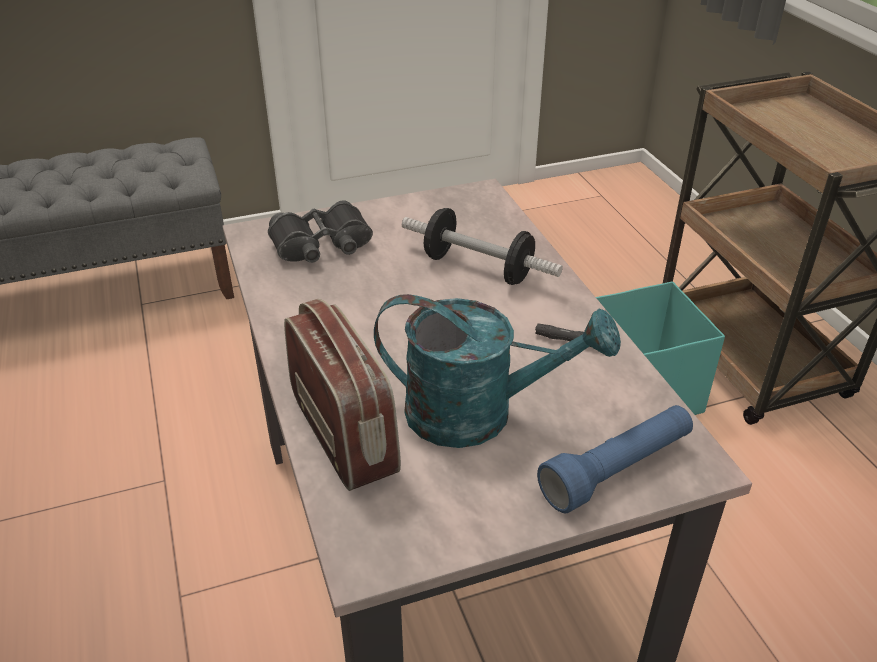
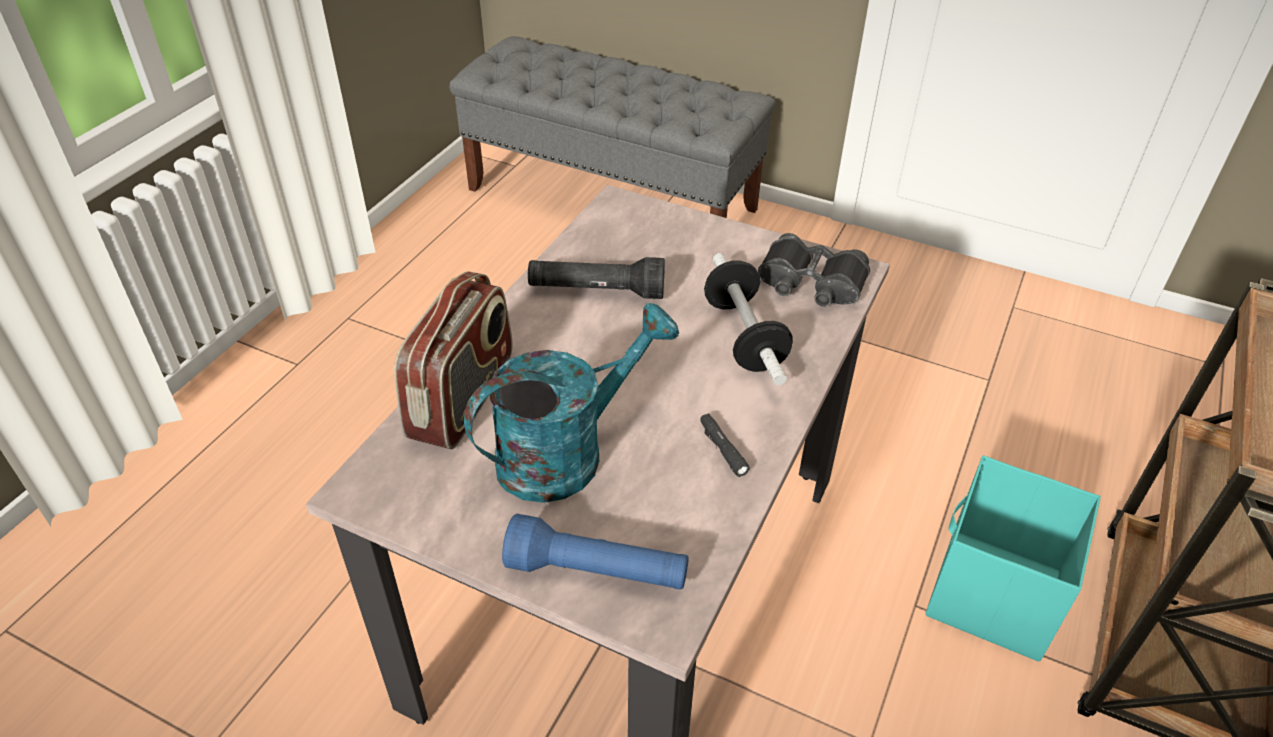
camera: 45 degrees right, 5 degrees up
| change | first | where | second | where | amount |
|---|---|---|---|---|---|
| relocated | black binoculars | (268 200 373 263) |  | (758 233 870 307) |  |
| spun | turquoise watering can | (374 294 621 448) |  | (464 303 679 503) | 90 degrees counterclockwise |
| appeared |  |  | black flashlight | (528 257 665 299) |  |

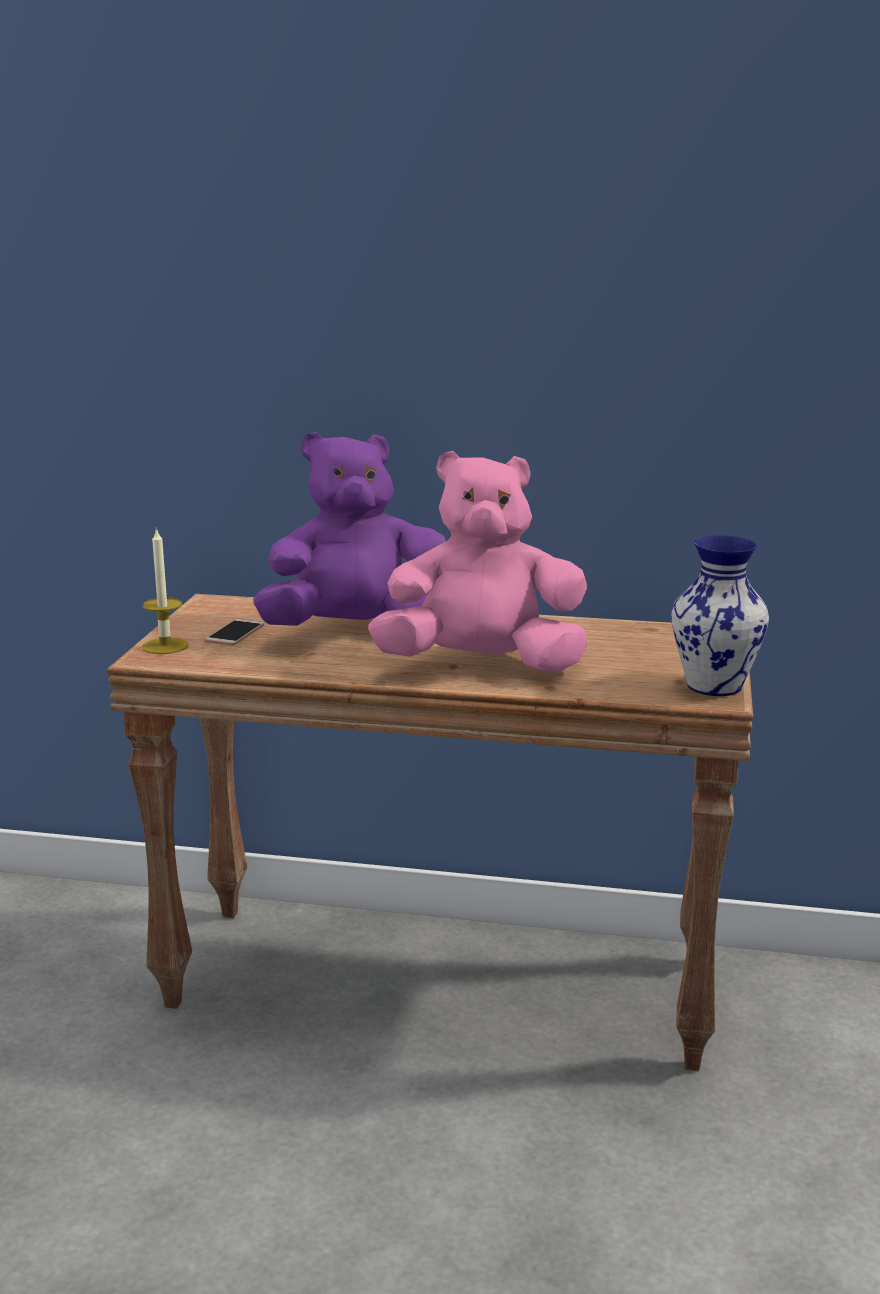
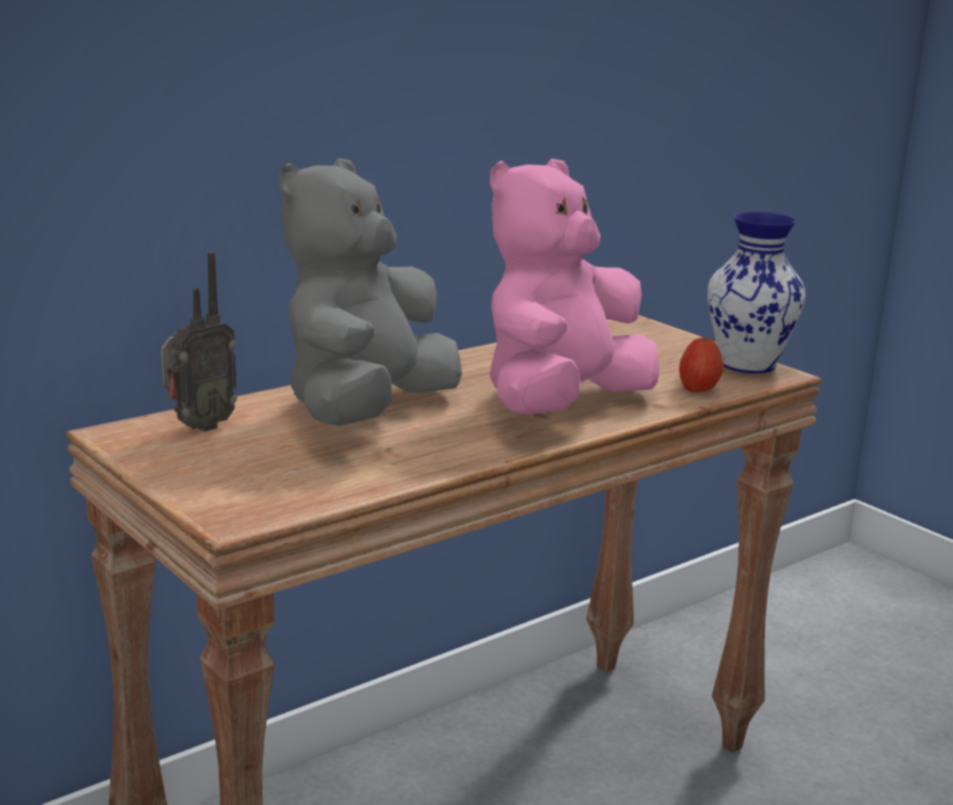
camera: 50 degrees left, 0 degrees up
| change | first | where | second | where | amount |
|---|---|---|---|---|---|
| colour | purple plush toy | (253 432 446 626) | grey plush toy | (279 158 462 426) |  |
| missing | candle | (143 527 188 654) |  |  |  |
| missing | phone | (205 619 264 646) |  |  |  |
| appeared |  |  | radio | (161 252 237 432) |  |
| appeared |  |  | apple | (679 336 723 392) |  |

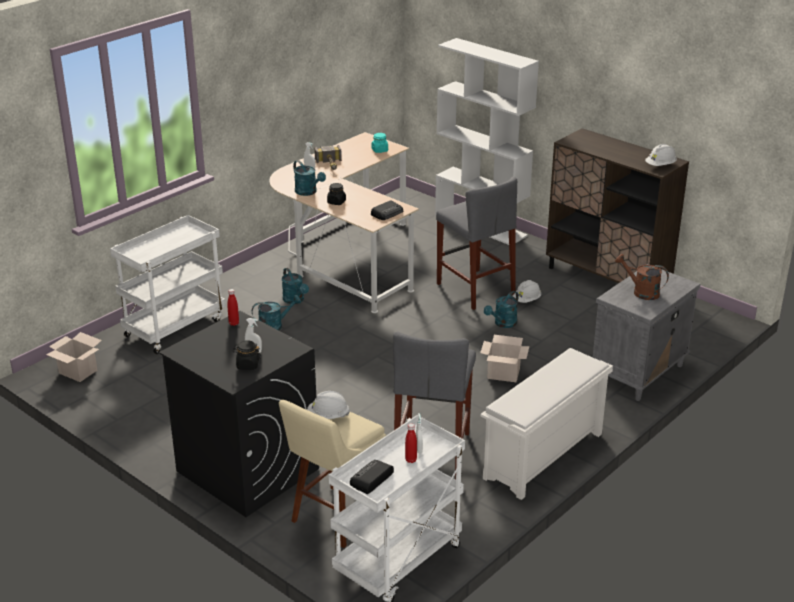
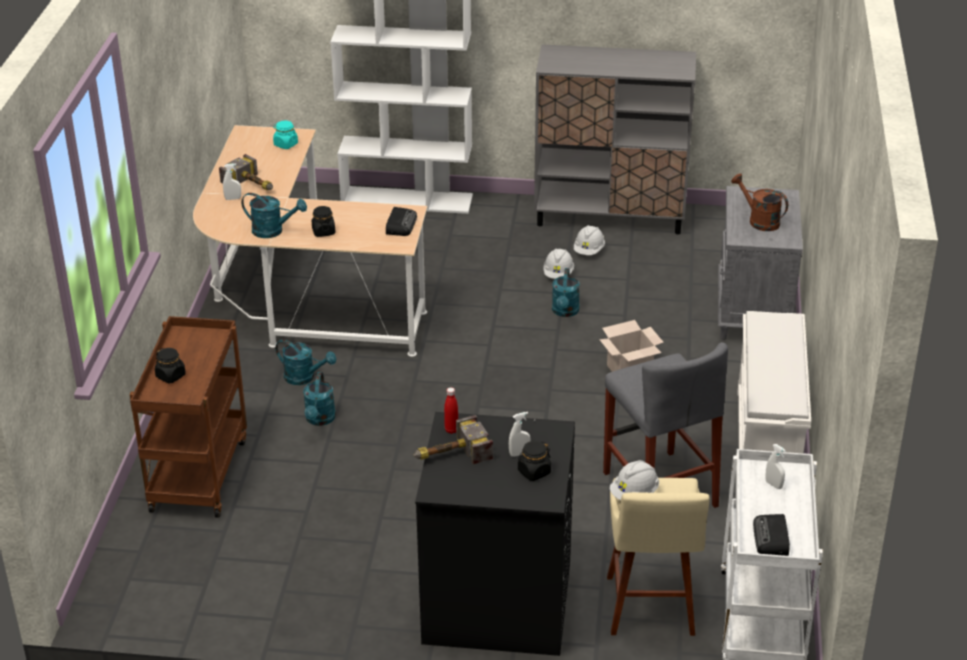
camera: 35 degrees left, 5 degrees up
| change | first | where | second | where | amount |
|---|---|---|---|---|---|
| colour | brown cabinet | (546 128 689 283) | grey cabinet | (534 45 696 234) |  |
| relocated | white hard hat | (645 144 677 166) |  | (574 225 605 255) |  |
| missing | grey stool | (436 176 517 310) |  |  |  |
| colour | white cart | (110 215 226 354) | brown cart | (130 316 247 518) |  |
| spun | brown watering can | (615 254 669 300) |  | (731 174 788 231) | 45 degrees clockwise |
| spun | turquoise watering can | (252 295 301 330) |  | (303 372 336 426) | 150 degrees clockwise |
| missing | cardboard box | (46 332 102 382) |  |  |  |
| missing | red bottle | (405 423 417 463) |  |  |  |
| appeared |  |  | black jar | (155 348 186 383) |  |
| appeared |  |  | hammer | (413 415 493 464) |  |

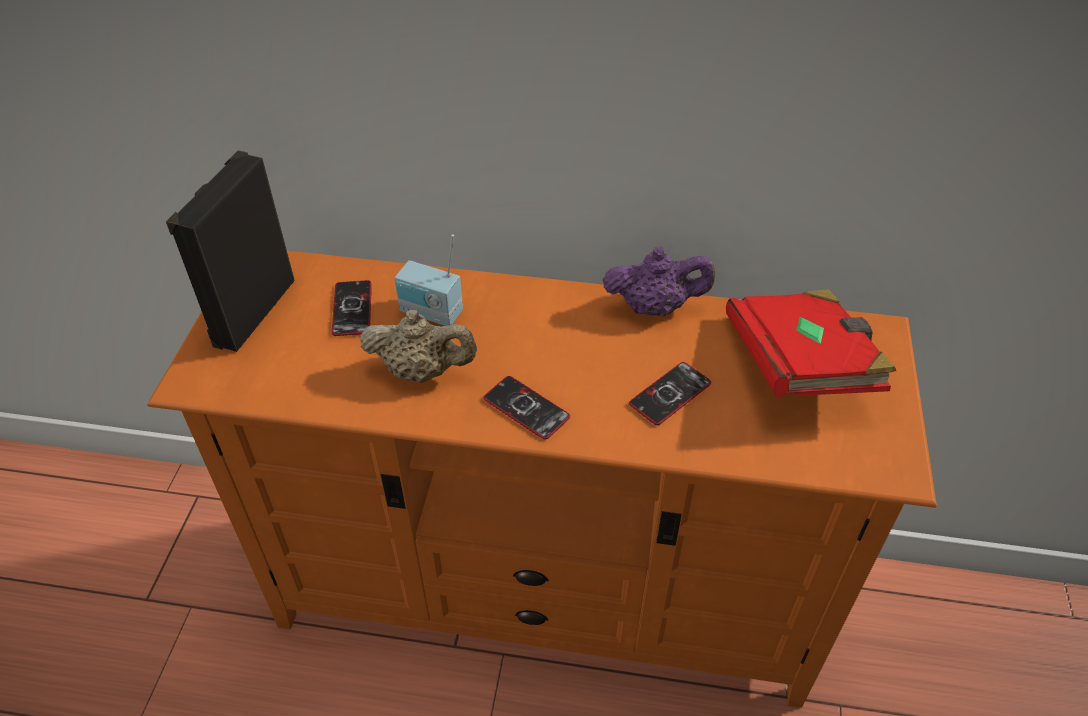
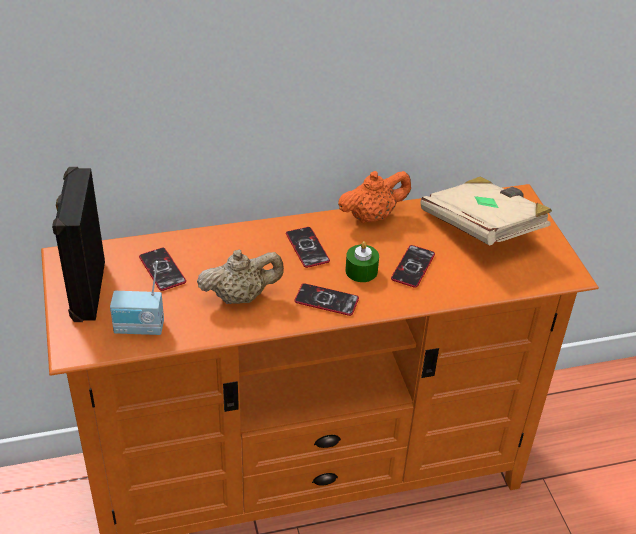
camera: 25 degrees left, 5 degrees down
| change | first | where | second | where | amount |
|---|---|---|---|---|---|
| relocated | radio | (394 234 463 326) |  | (110 261 164 335) |  |
| colour | purple teapot | (603 247 715 316) | orange teapot | (338 171 411 223) |  |
| colour | red book | (726 289 896 397) | beige book | (420 177 552 246) |  |
| appeared |  |  | phone | (286 227 330 268) |  |
| appeared |  |  | green candle | (345 241 379 282) |  |

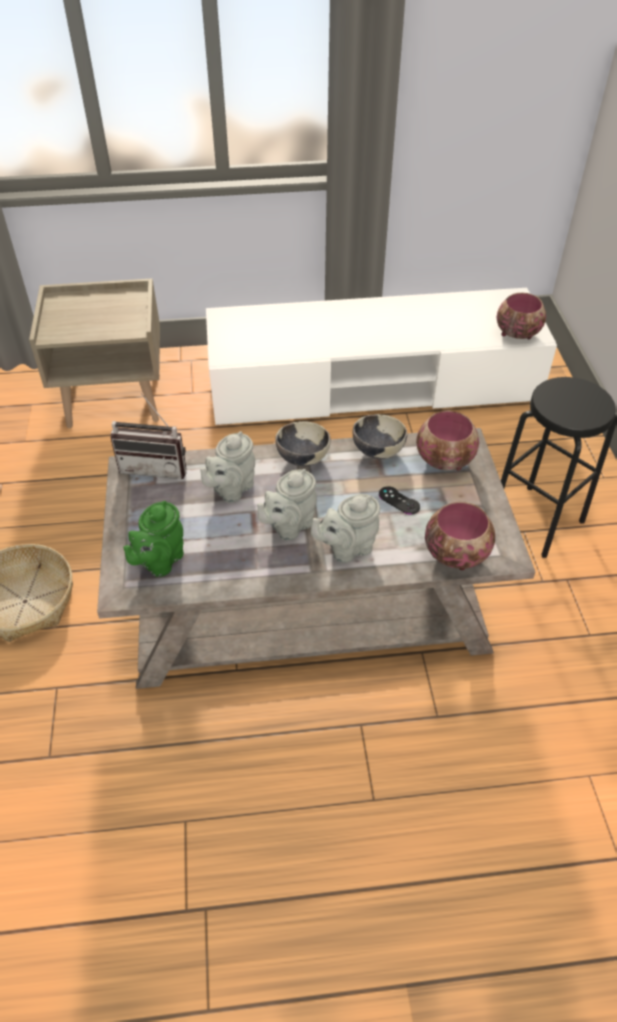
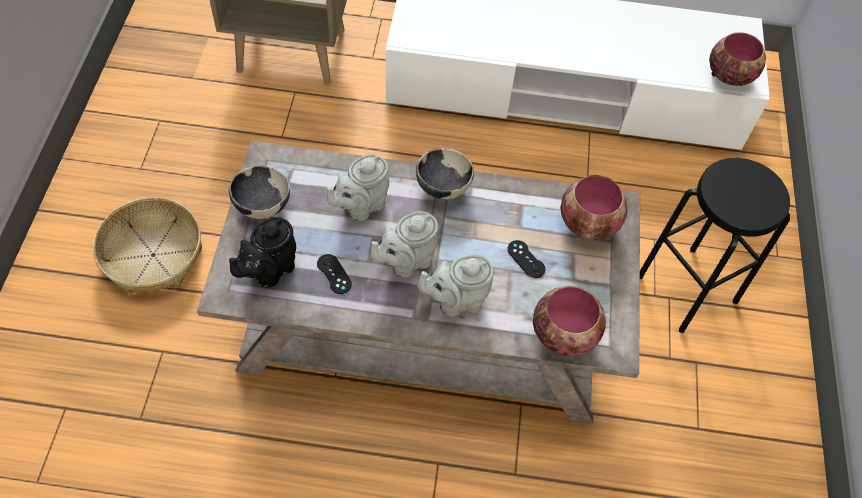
camera: 10 degrees right, 10 degrees up
| change | first | where | second | where | amount |
|---|---|---|---|---|---|
| missing | radio | (110 393 186 479) |  |  |  |
| relocated | bowl | (353 414 407 459) |  | (229 165 290 219) |  |
| colour | green teapot | (123 501 184 577) | black teapot | (229 217 296 288) |  |
| appeared |  |  | black game controller | (317 254 352 294) |  |

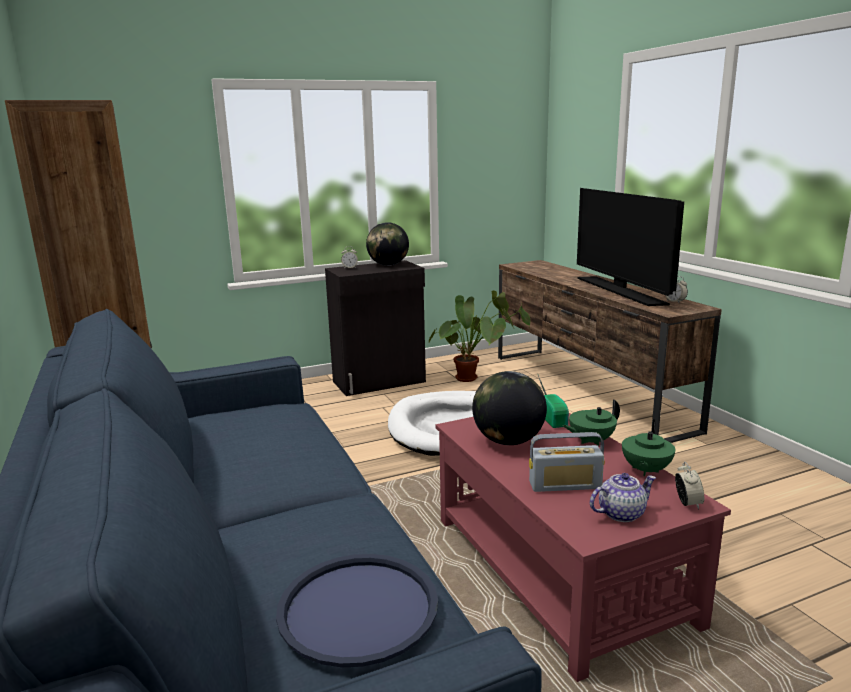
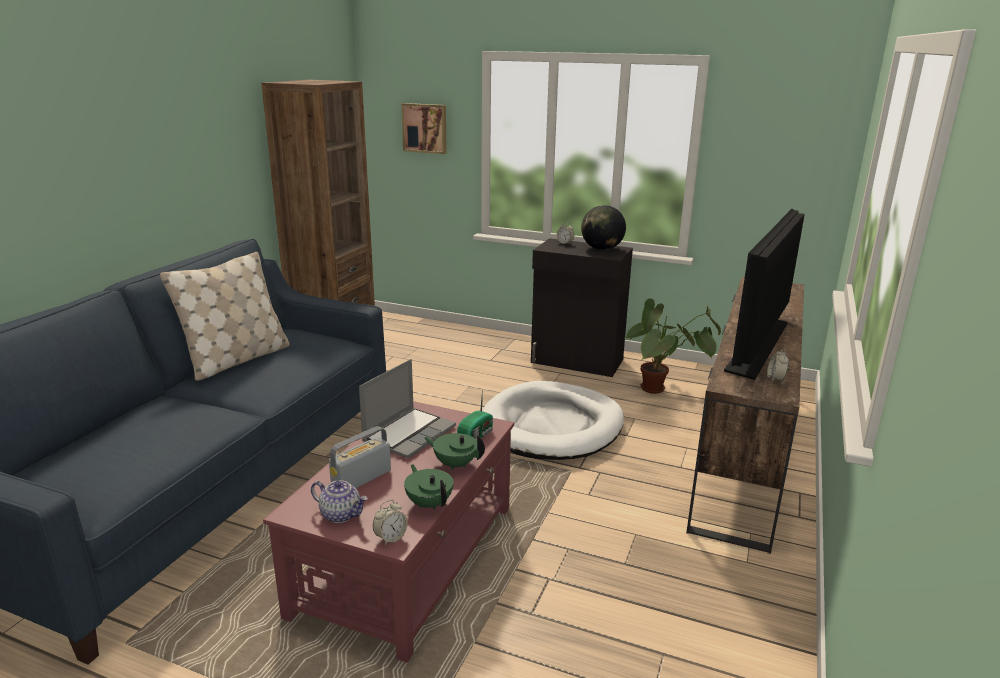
camera: 45 degrees right, 5 degrees up
| change | first | where | second | where | amount |
|---|---|---|---|---|---|
| exchanged | globe | (472 371 547 445) | laptop | (359 359 456 459) |  |
| spun | green teapot | (622 419 675 476) |  | (404 464 454 510) | 75 degrees clockwise |
| spun | radio | (529 432 605 492) |  | (329 426 391 488) | 90 degrees clockwise |
| missing | blue tray | (276 554 438 667) |  |  |  |
| appeared |  |  | picture | (401 103 447 154) |  |
| appeared |  |  | beige pillow | (160 252 290 381) |  |

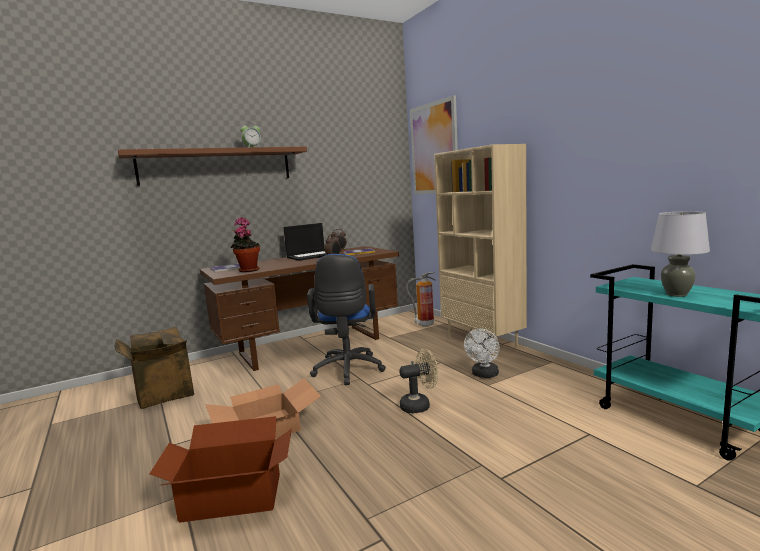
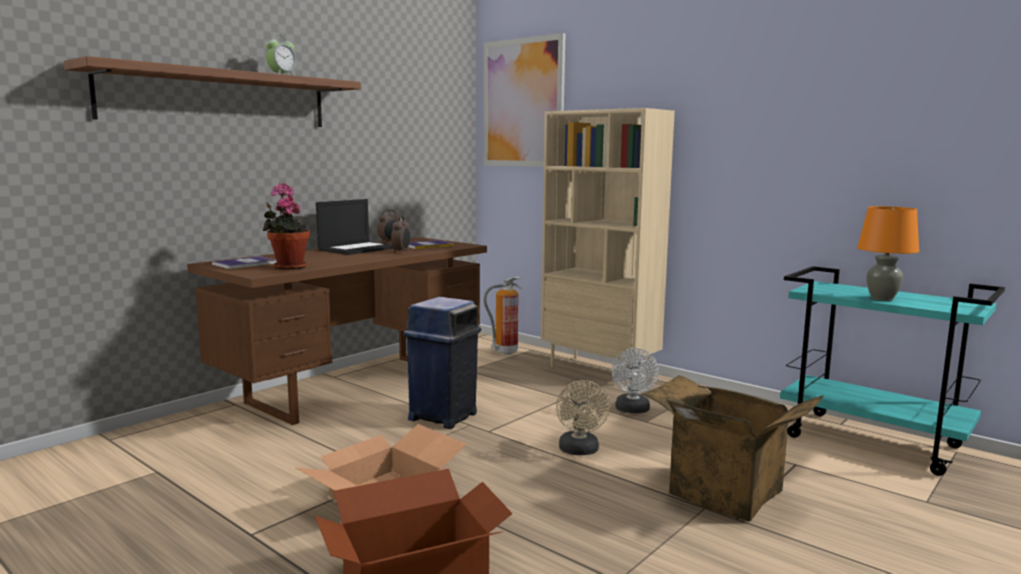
camera: 20 degrees left, 0 degrees up
| change | first | where | second | where | amount |
|---|---|---|---|---|---|
| colour | grey table lamp | (651 211 710 297) | orange table lamp | (857 206 919 301) |  |
| exchanged | blue office chair | (307 254 386 385) | blue trash can | (403 297 481 429) |  |
| relocated | cardboard box | (115 326 194 409) |  | (641 375 824 522) |  |
| spun | beige fan | (399 349 438 413) |  | (556 380 610 455) | 120 degrees clockwise |

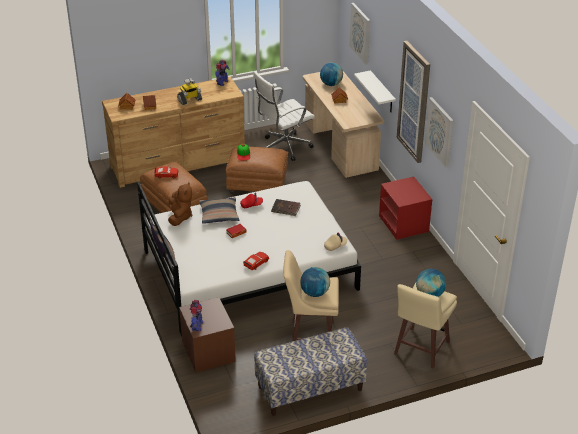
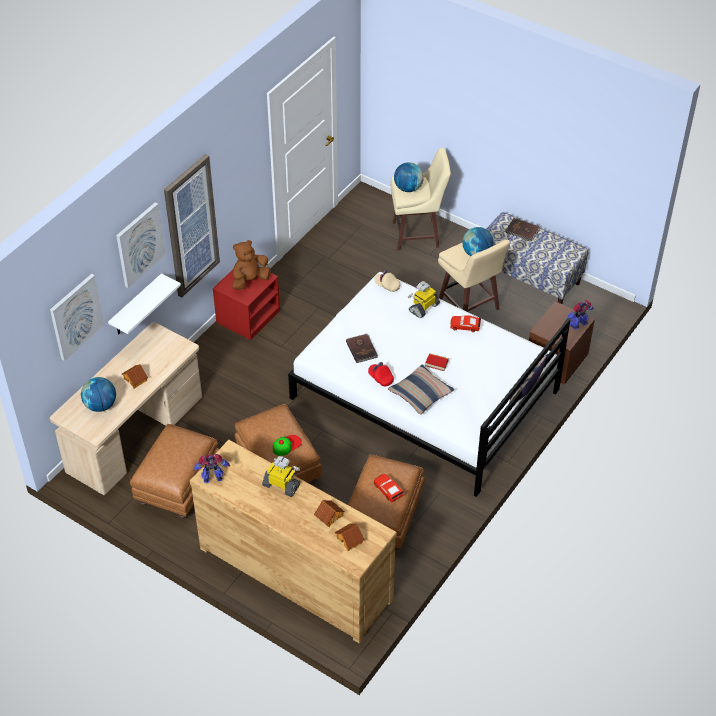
camera: 125 degrees left, 10 degrees up
| change | first | where | second | where | amount |
|---|---|---|---|---|---|
| exchanged | white office chair | (253 71 315 161) | brown ottoman | (130 424 219 519) |  |
| relocated | picture | (425 97 453 167) |  | (116 202 165 288) |  |
| relocated | brown plush toy | (168 182 192 226) |  | (232 240 271 290) |  |
| appeared |  |  | brown book | (505 218 540 242) |  |
| appeared |  |  | toy robot | (408 281 440 318) |  |

